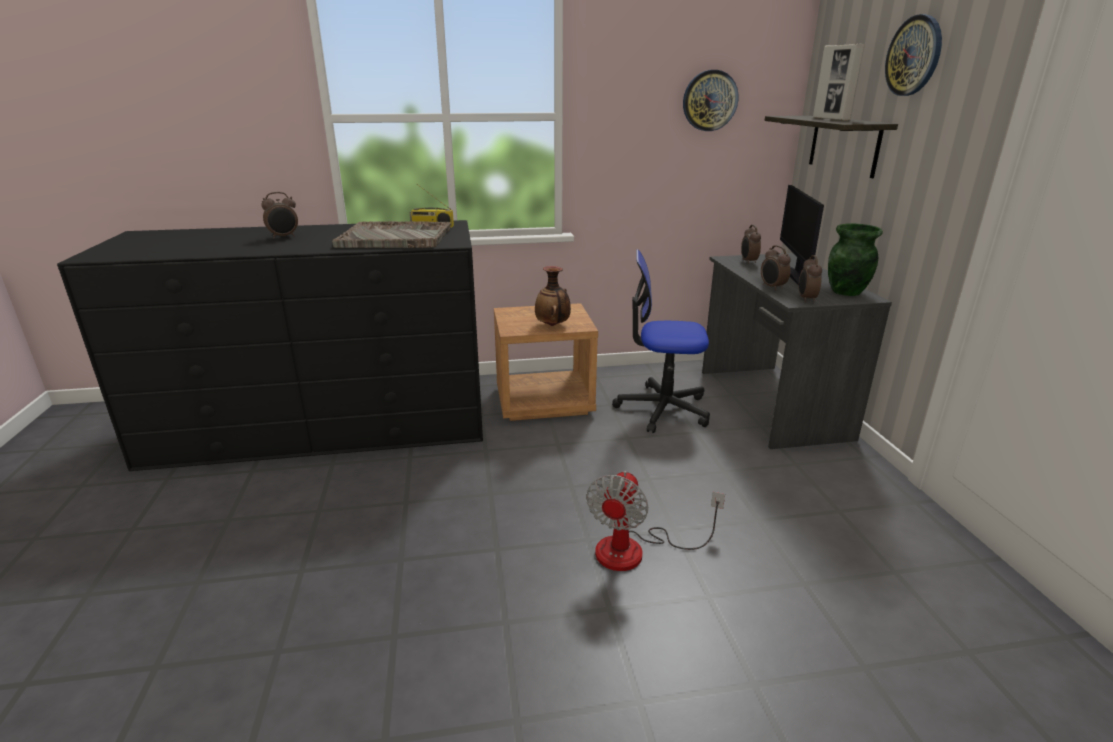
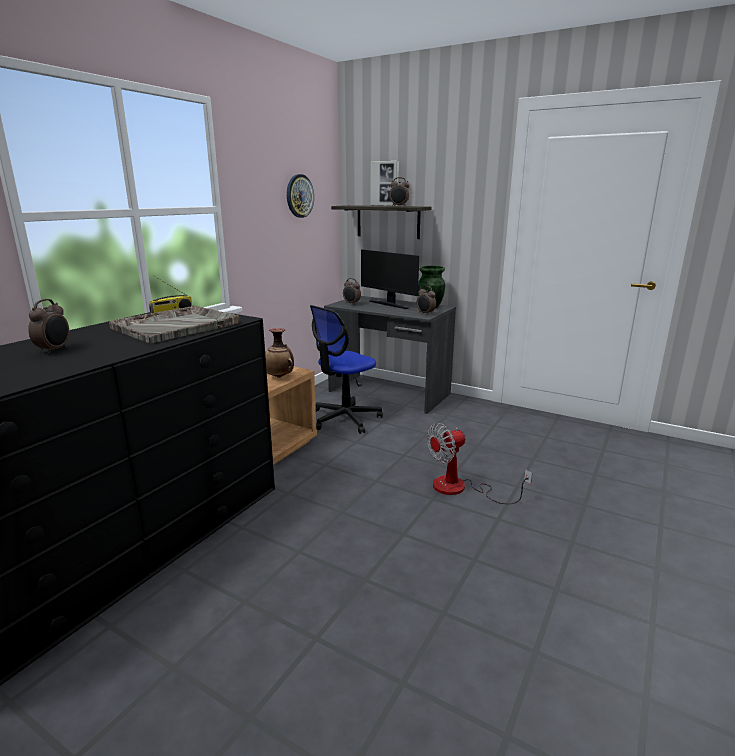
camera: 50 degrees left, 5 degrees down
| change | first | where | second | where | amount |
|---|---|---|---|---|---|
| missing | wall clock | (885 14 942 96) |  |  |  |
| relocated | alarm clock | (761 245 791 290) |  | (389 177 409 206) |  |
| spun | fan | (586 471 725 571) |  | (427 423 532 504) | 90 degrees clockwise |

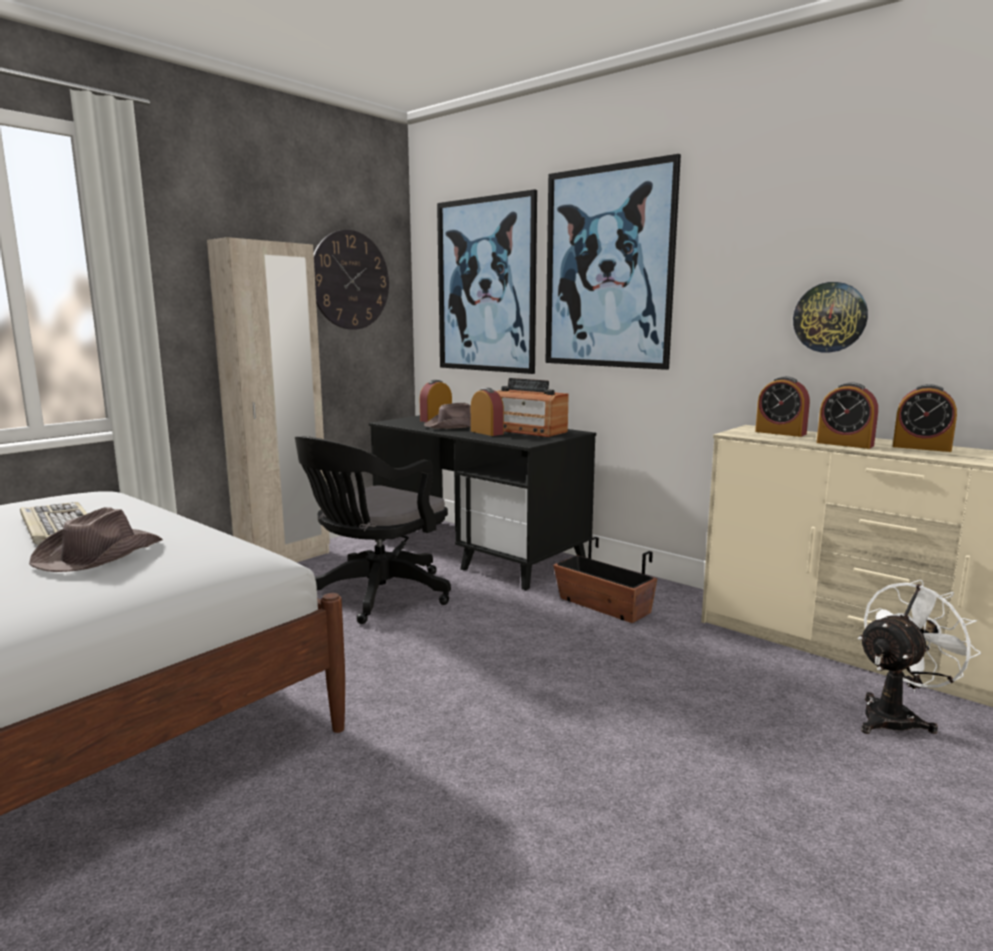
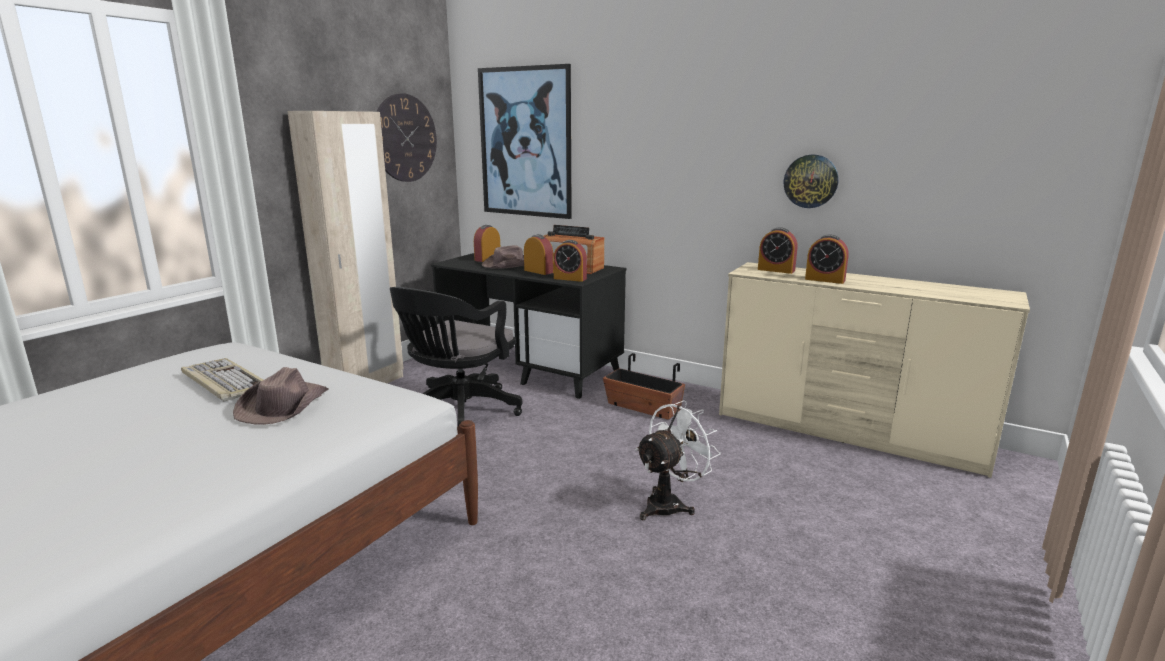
camera: 10 degrees left, 5 degrees up
| change | first | where | second | where | amount |
|---|---|---|---|---|---|
| missing | picture | (545 154 681 370) |  |  |  |
| relocated | alarm clock | (893 384 957 452) |  | (553 240 587 282) |  |
| relocated | white fan | (858 580 981 734) |  | (635 400 720 520) |  |

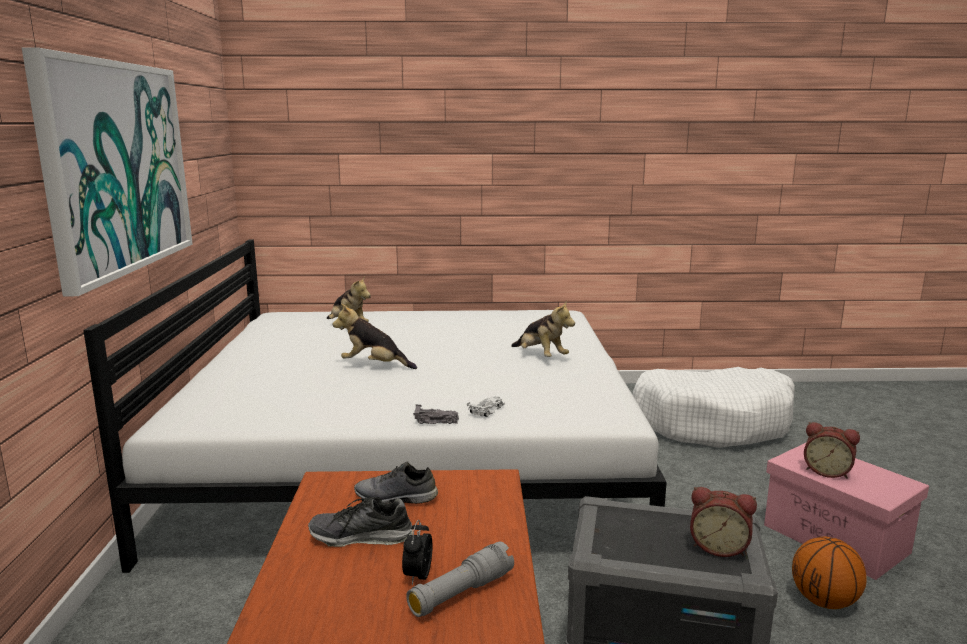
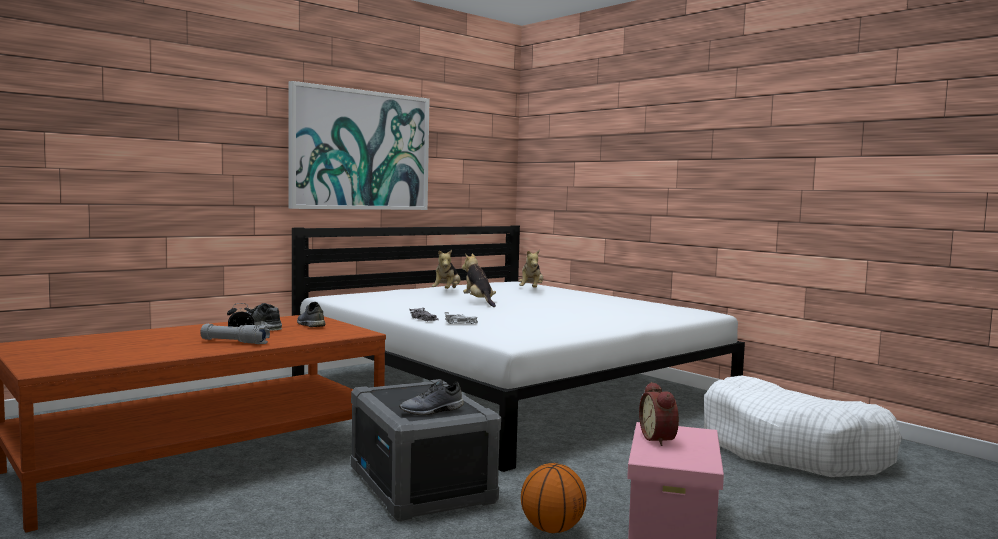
camera: 50 degrees right, 10 degrees down
| change | first | where | second | where | amount |
|---|---|---|---|---|---|
| relocated | plush toy | (511 300 575 357) |  | (432 250 460 289) |  |
| exchanged | alarm clock | (690 487 757 557) | grey shoe | (399 380 464 415) |  |

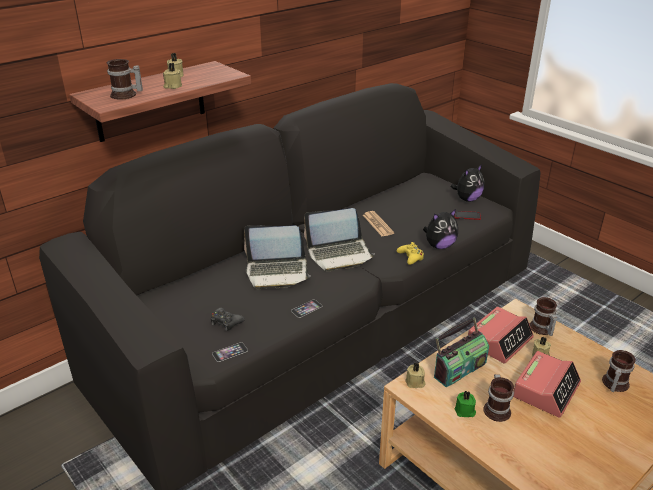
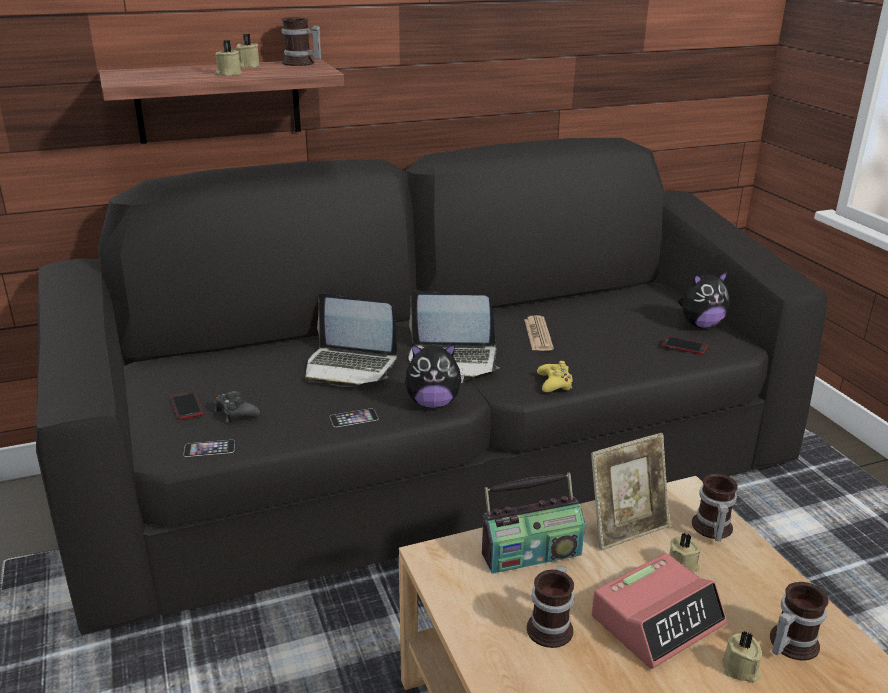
camera: 20 degrees right, 5 degrees down
| change | first | where | second | where | amount |
|---|---|---|---|---|---|
| relocated | mug | (107 59 143 100) |  | (281 17 321 66) |  |
| relocated | plush toy | (423 209 458 249) |  | (405 343 465 408) |  |
| exchanged | alarm clock | (468 307 534 364) | picture frame | (591 433 670 550) |  |
| relocated | beige candle | (405 363 426 388) |  | (722 631 762 683) |  |
| missing | green candle | (454 391 476 417) |  |  |  |
| appeared |  |  | phone | (170 391 203 420) |  |

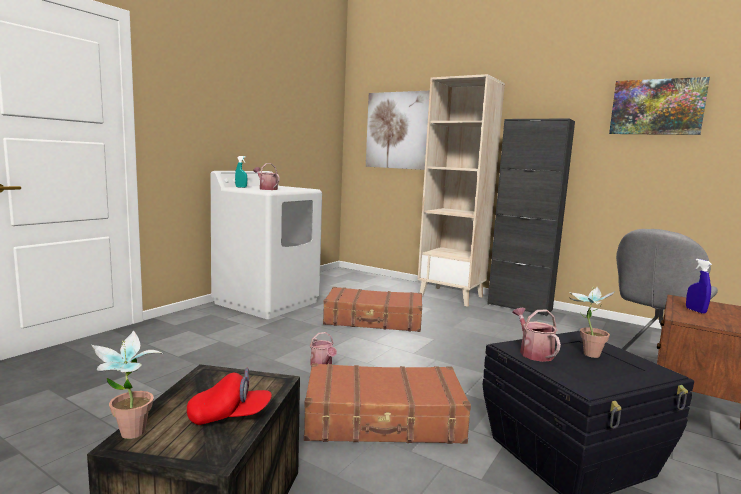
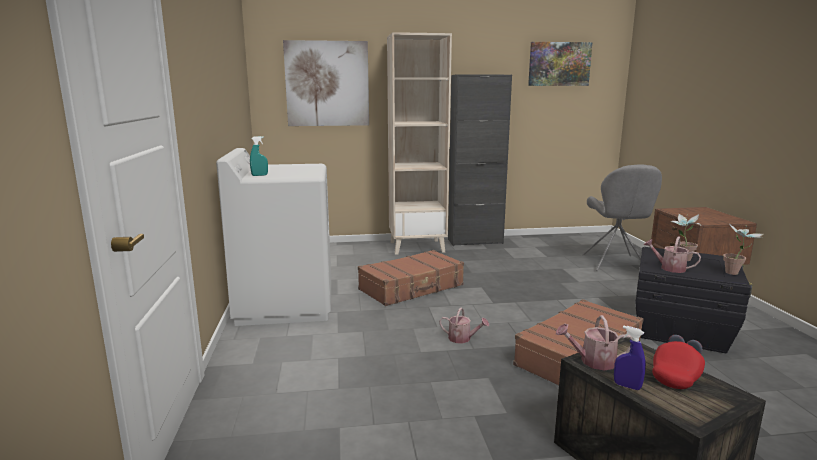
camera: 40 degrees left, 5 degrees up
| change | first | where | second | where | amount |
|---|---|---|---|---|---|
| relocated | watering can | (253 163 280 190) |  | (556 315 632 370) |  |
| relocated | blue spray bottle | (686 259 712 314) |  | (614 325 646 390) |  |
| relocated | potted plant | (91 330 163 439) |  | (723 224 764 275) |  |

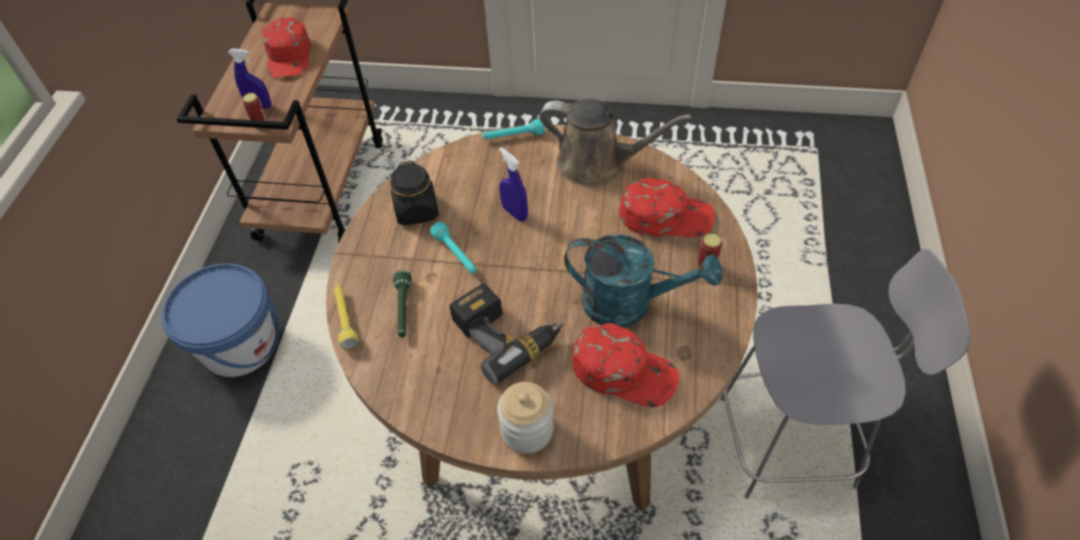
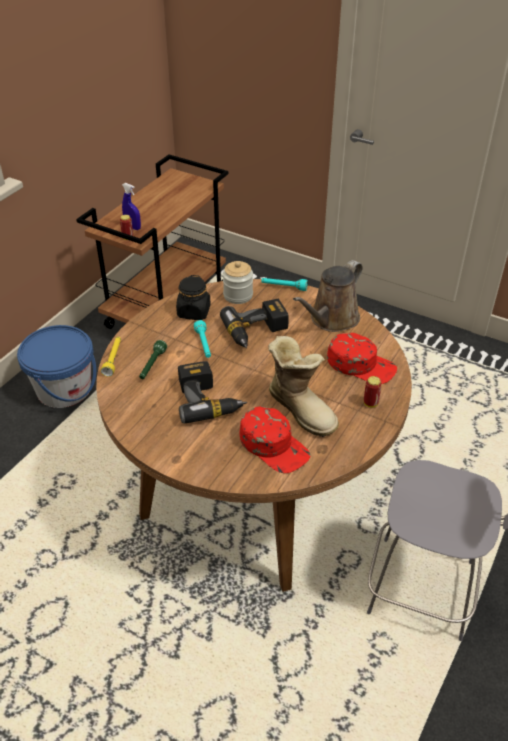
camera: 20 degrees right, 10 degrees down
| change | first | where | second | where | amount |
|---|---|---|---|---|---|
| missing | red cap | (262 17 311 78) |  |  |  |
| spun | brown watering can | (539 98 692 187) |  | (293 260 363 332) | 90 degrees clockwise |
| exchanged | blue spray bottle | (499 147 528 222) | power drill | (220 299 289 349) |  |
| exchanged | turquoise watering can | (564 234 723 328) | boot | (268 336 339 437) |  |
| relocated | jar | (497 382 554 454) |  | (223 261 253 304) |  |

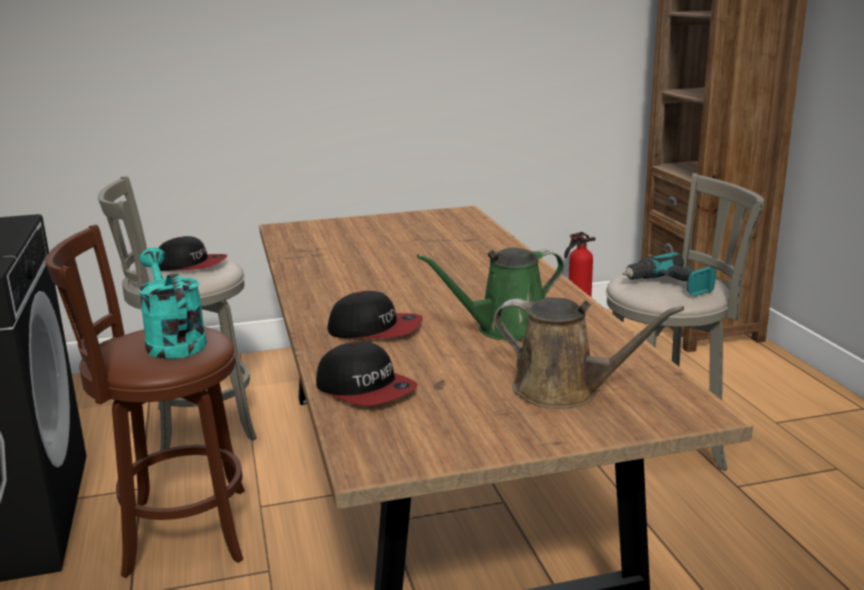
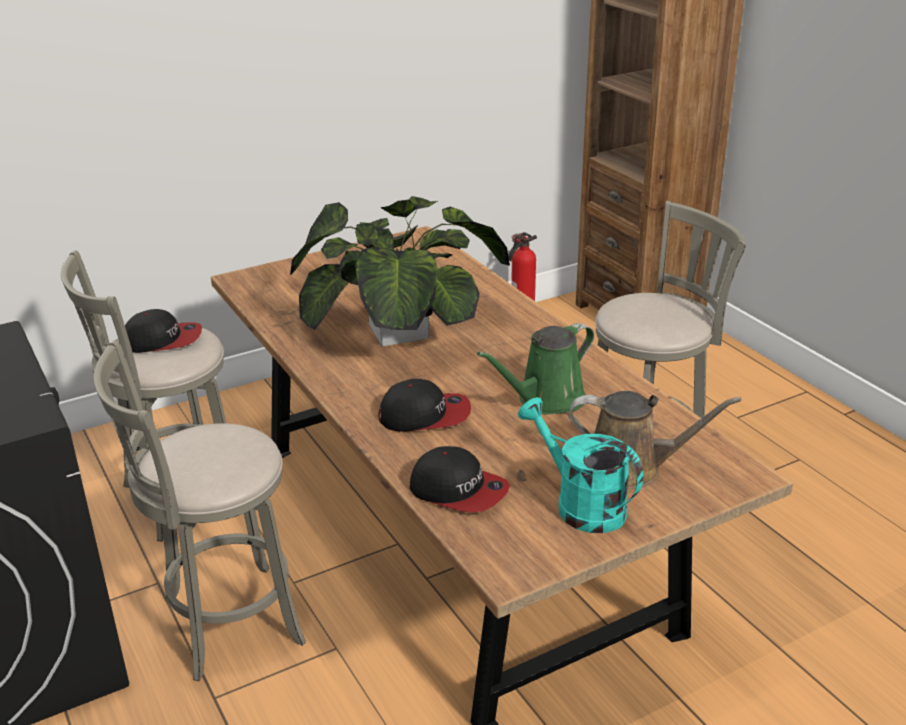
camera: 15 degrees left, 10 degrees up
| change | first | where | second | where | amount |
|---|---|---|---|---|---|
| colour | brown stool | (45 225 245 578) | grey stool | (93 340 306 681) |  |
| relocated | turquoise watering can | (138 247 207 359) |  | (518 397 643 533) |  |
| missing | power drill | (622 252 716 296) |  |  |  |
| appeared |  |  | potted plant | (290 196 510 346) |  |

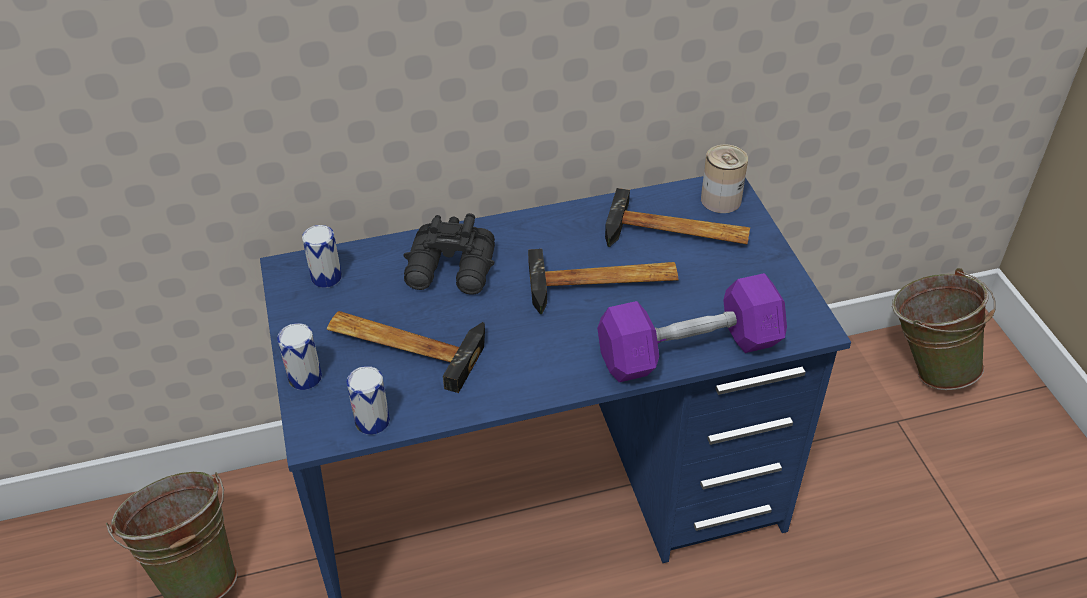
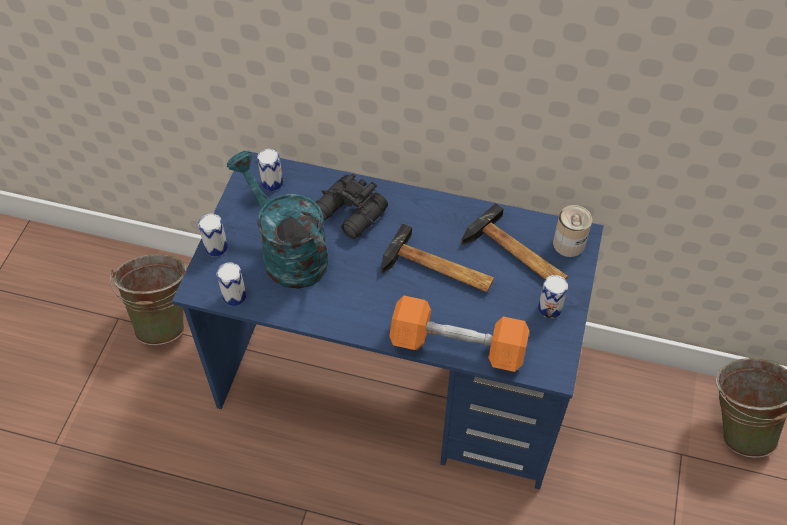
camera: 30 degrees right, 10 degrees up
| change | first | where | second | where | amount |
|---|---|---|---|---|---|
| colour | purple dumbbell | (597 273 787 382) | orange dumbbell | (389 296 529 372) |  |
| exchanged | hammer | (327 311 485 393) | turquoise watering can | (227 151 328 289) |  |
| appeared |  |  | can | (538 275 568 319) |  |

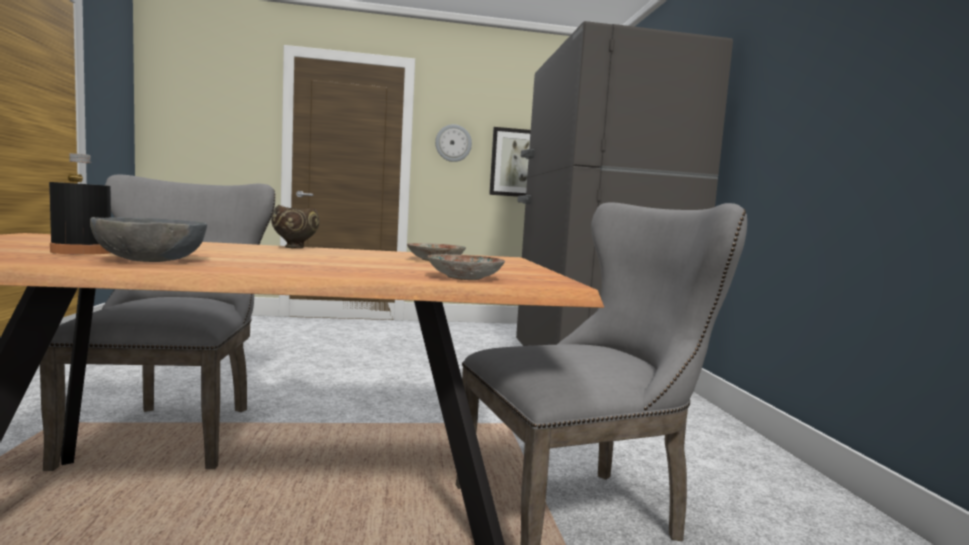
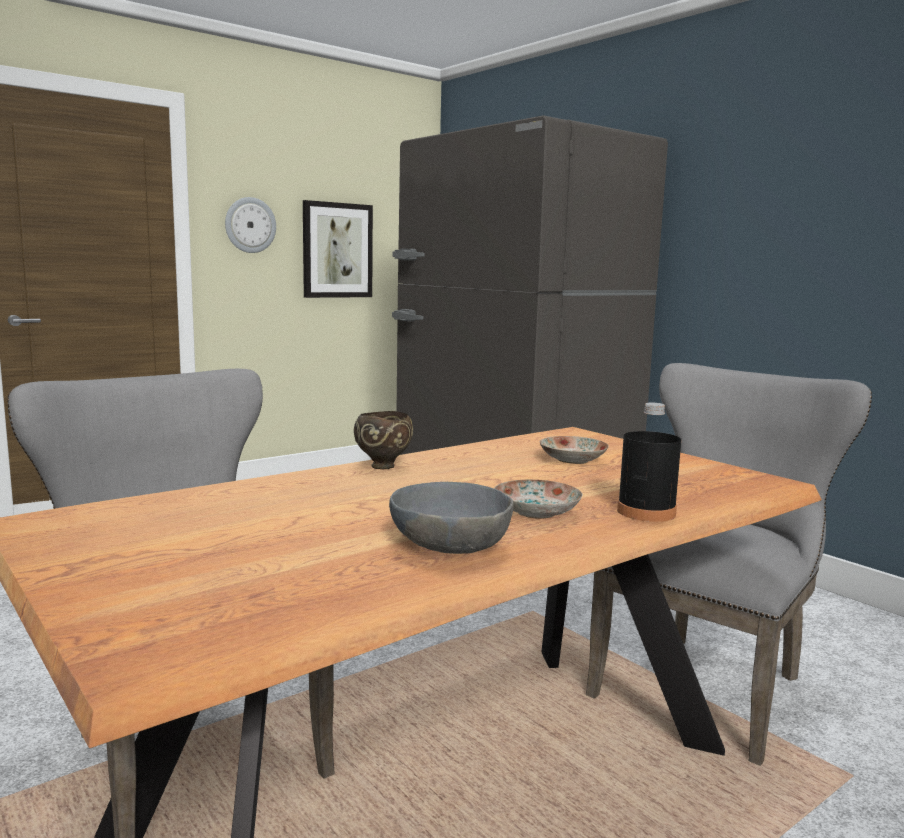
camera: 30 degrees left, 5 degrees up
| change | first | where | second | where | amount |
|---|---|---|---|---|---|
| relocated | black bottle | (49 153 111 255) |  | (617 403 681 522) |  |
| relocated | plate | (427 254 505 280) |  | (494 480 583 519) |  |

